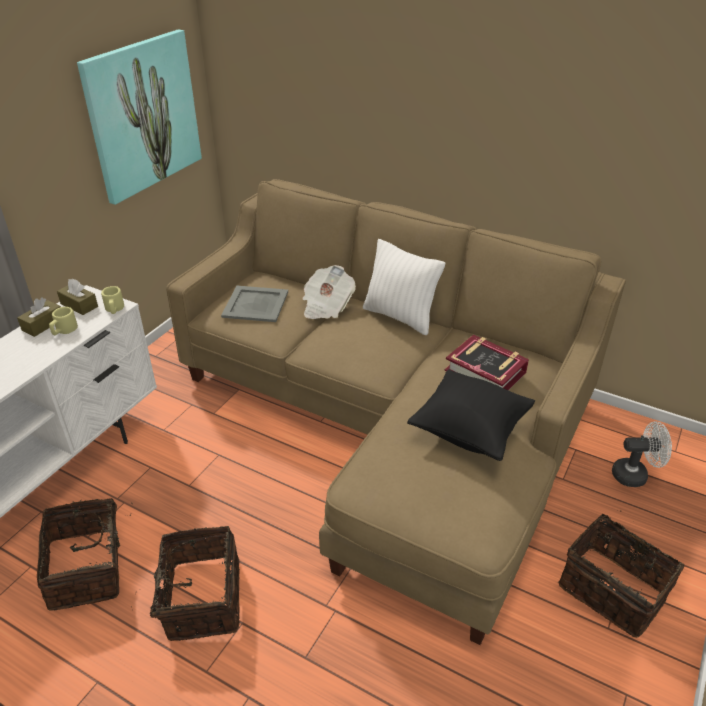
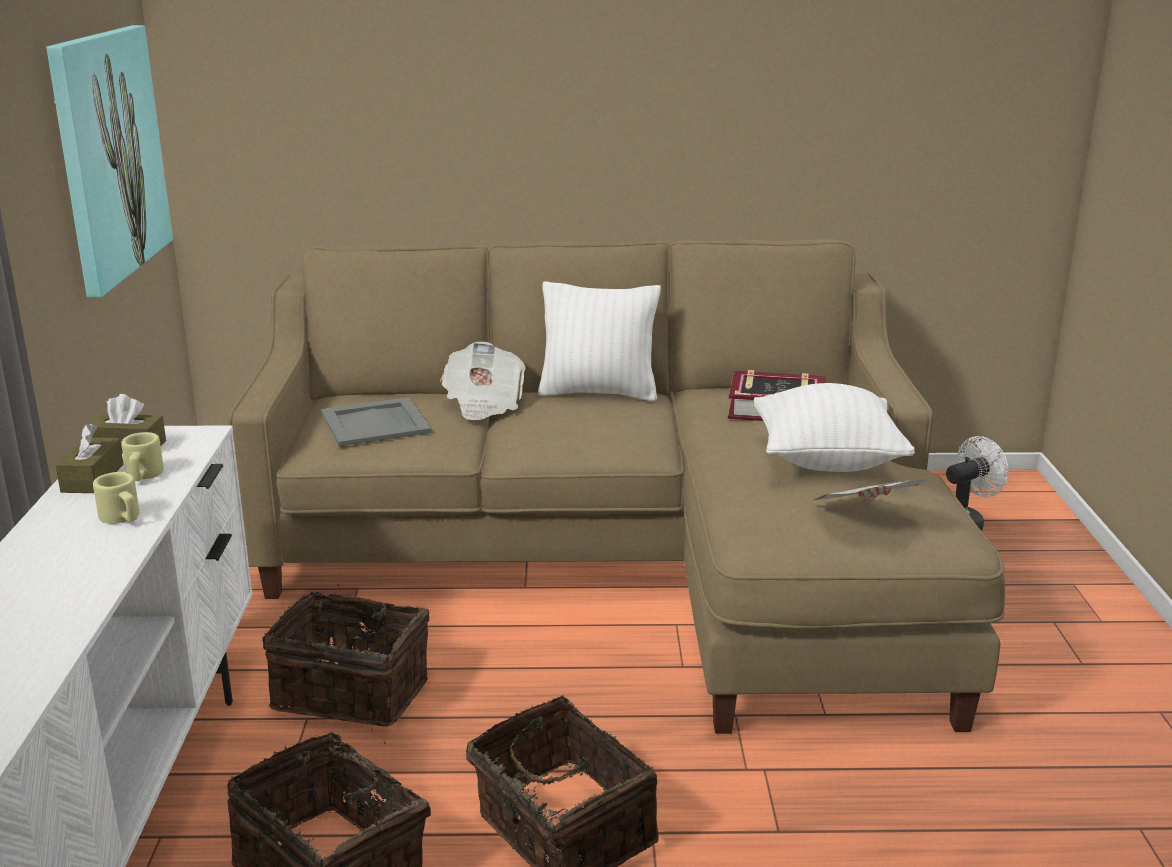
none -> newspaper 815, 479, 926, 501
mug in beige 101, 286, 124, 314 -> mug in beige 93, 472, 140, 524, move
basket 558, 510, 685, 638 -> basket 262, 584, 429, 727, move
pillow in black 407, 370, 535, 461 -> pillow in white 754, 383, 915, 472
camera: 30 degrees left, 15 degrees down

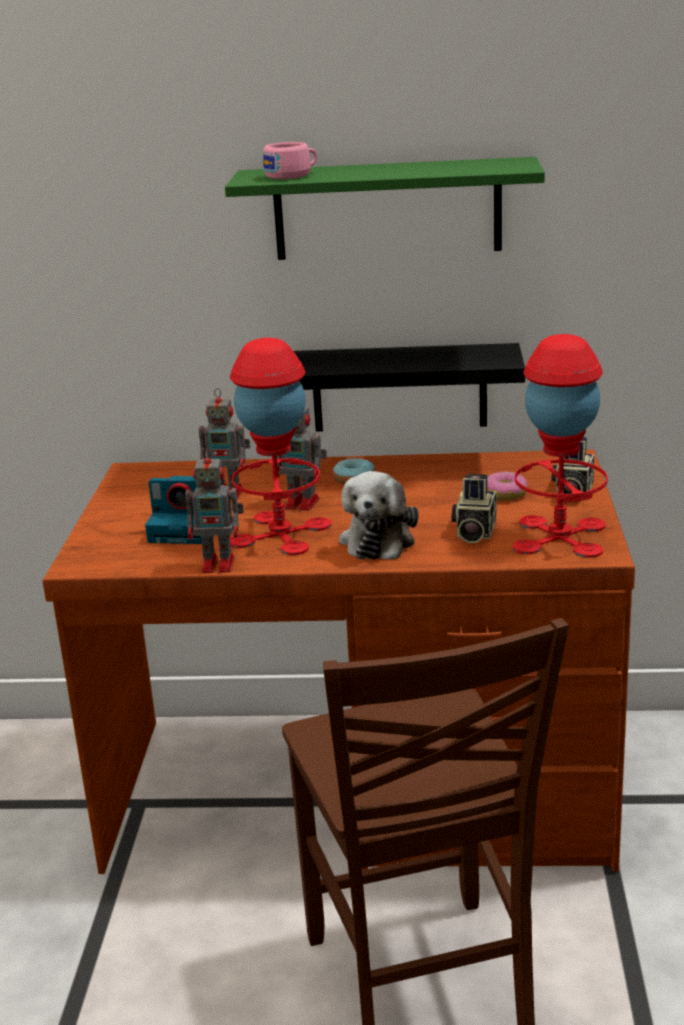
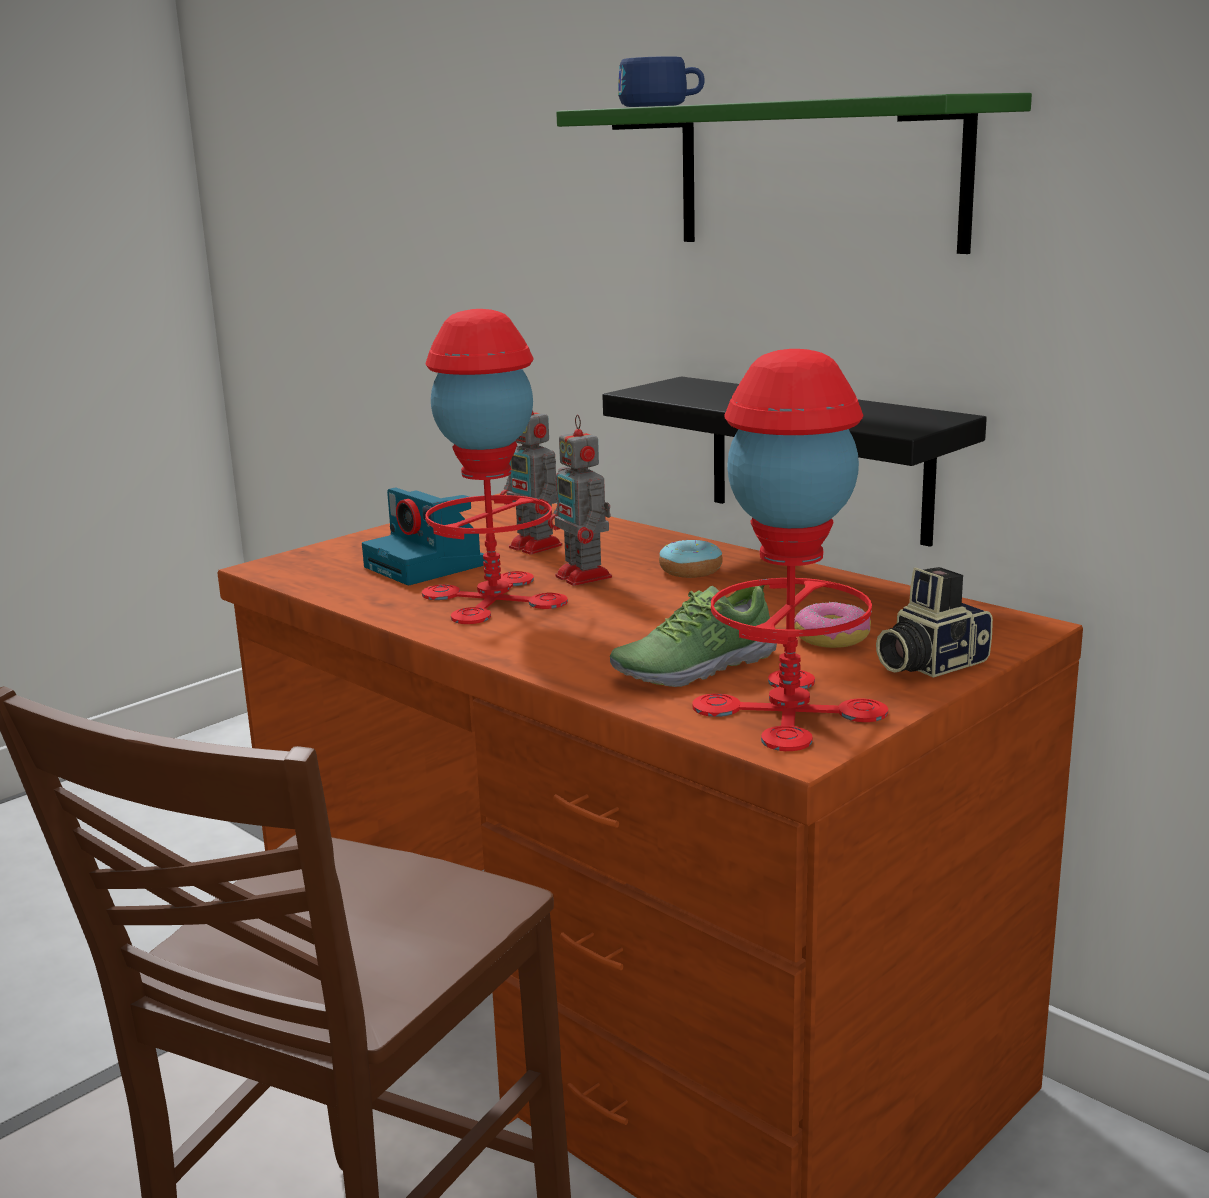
toy robot 185, 447, 244, 573 -> none
plush toy 339, 471, 419, 560 -> none
photo camera 451, 474, 496, 543 -> shoe 610, 585, 777, 687
cup in pink 263, 142, 317, 179 -> cup in blue 618, 56, 704, 107
camera: 40 degrees right, 5 degrees down

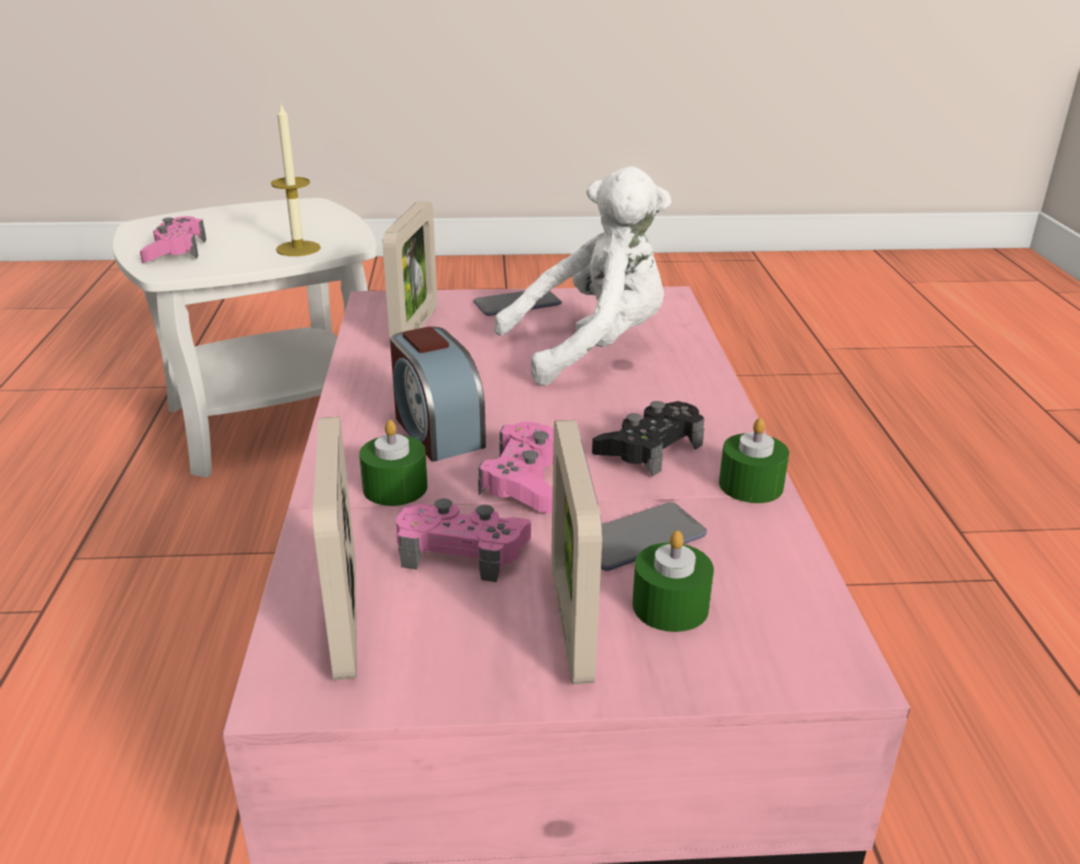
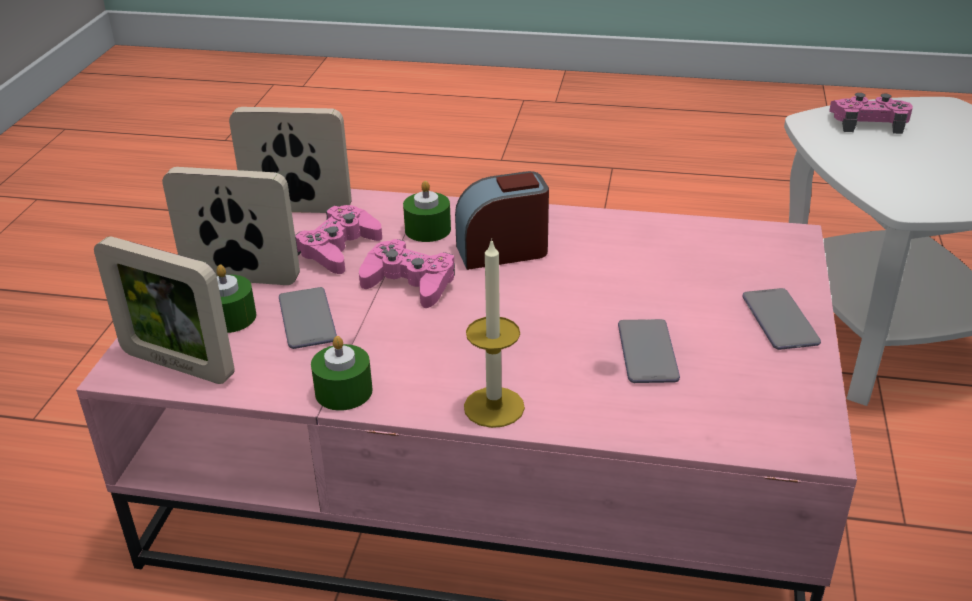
game controller in black 592, 401, 704, 477 -> none
candle 271, 104, 321, 256 -> candle 464, 238, 525, 428, move
picture frame 383, 201, 437, 338 -> picture frame 94, 236, 235, 384, move
plush toy in white 494, 166, 672, 386 -> phone 618, 319, 680, 383
camera: 105 degrees right, 5 degrees up

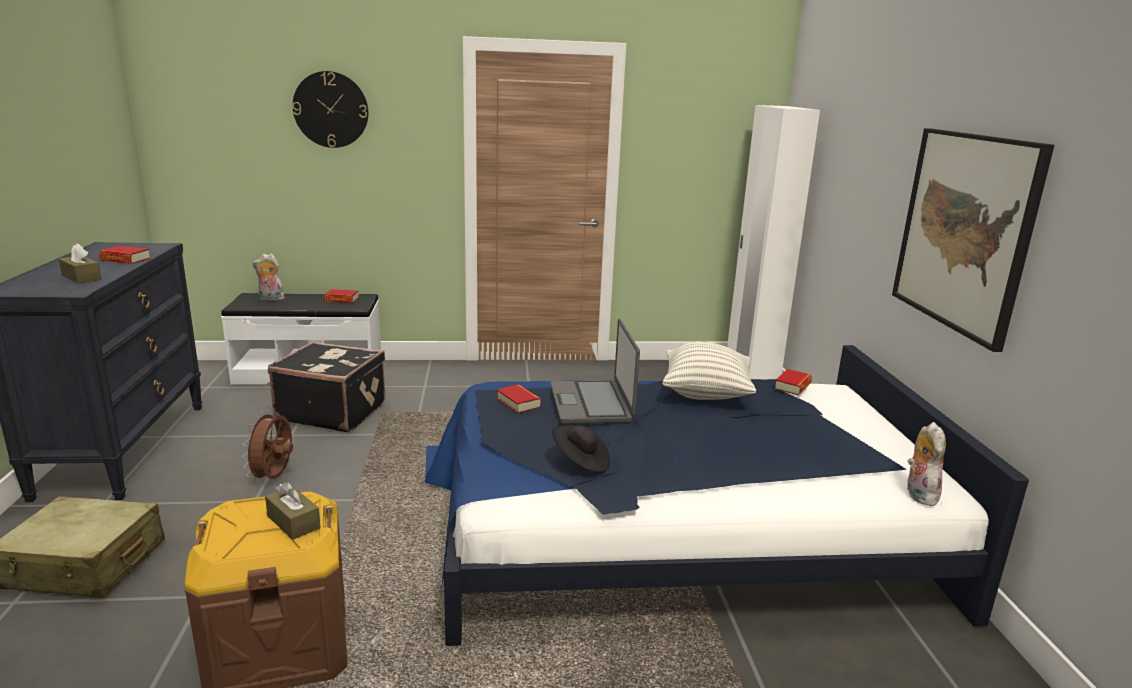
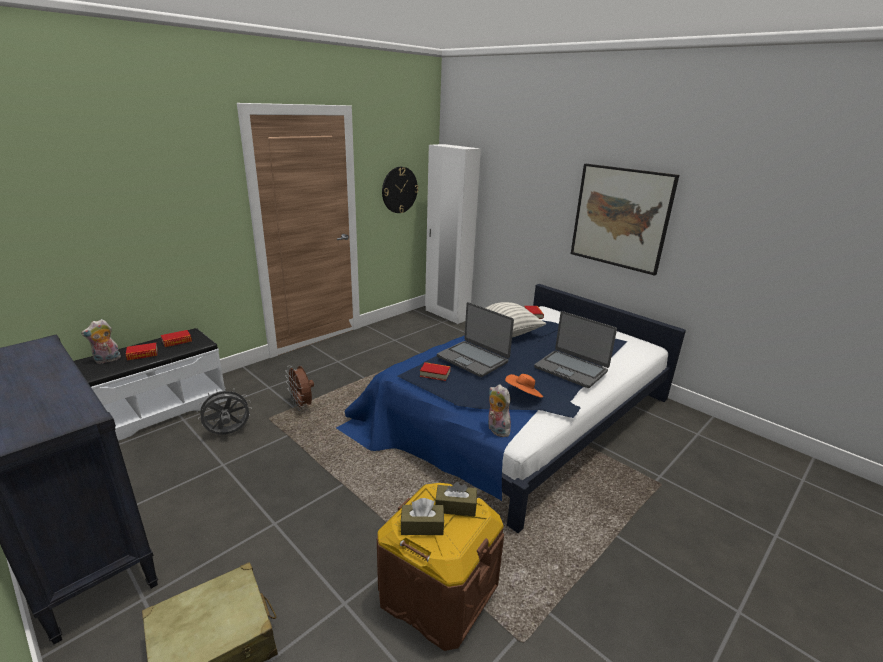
none -> laptop 534, 311, 617, 388
tissue box in brown 59, 244, 101, 284 -> tissue box in brown 401, 498, 444, 535, move
book 99, 246, 151, 264 -> book 126, 343, 158, 360, move
fan in brown 242, 410, 293, 483 -> fan in brown 286, 365, 314, 411, move
wall clock 293, 71, 368, 148 -> wall clock 382, 167, 418, 213, move
plush toy 907, 422, 946, 506 -> plush toy 488, 384, 511, 437, move
suitcase in black 268, 341, 385, 432 -> fan in grey 197, 388, 252, 435
hat in black 552, 425, 610, 473 -> hat in orange 505, 374, 543, 398
camera: 40 degrees left, 5 degrees up

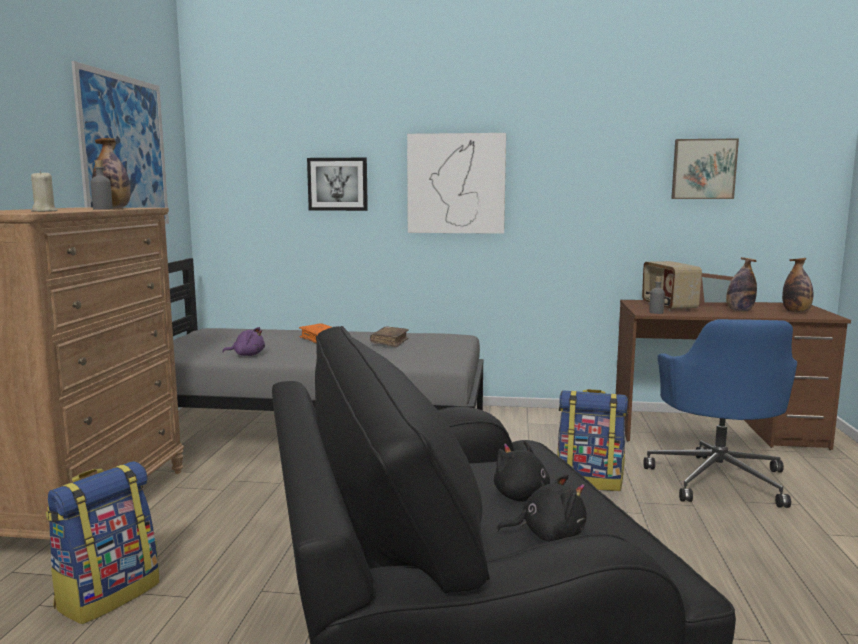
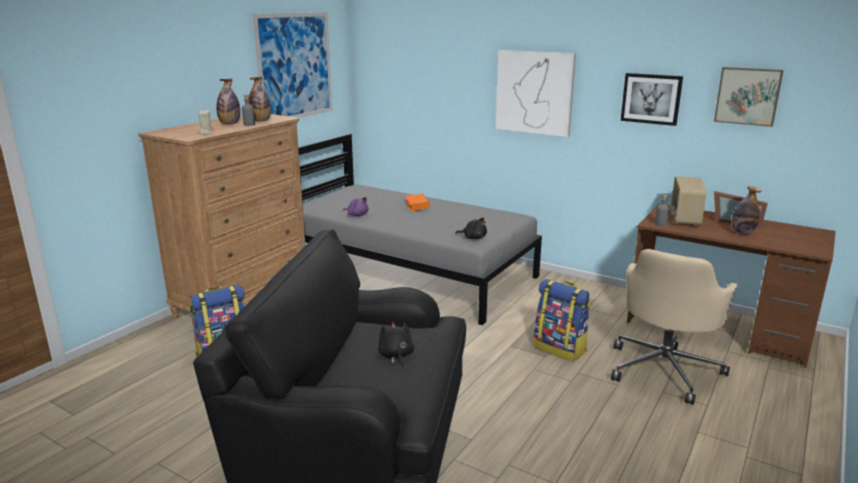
book in brown 370, 327, 409, 347 -> none
picture 307, 158, 368, 211 -> picture 621, 73, 683, 126, move
plush toy in black 496, 474, 587, 542 -> plush toy in black 455, 217, 487, 239, move
bottle 782, 258, 813, 312 -> bottle 216, 79, 240, 124, move
office chair in blue 644, 319, 797, 508 -> office chair in beige 611, 249, 738, 405
camera: 25 degrees right, 10 degrees up

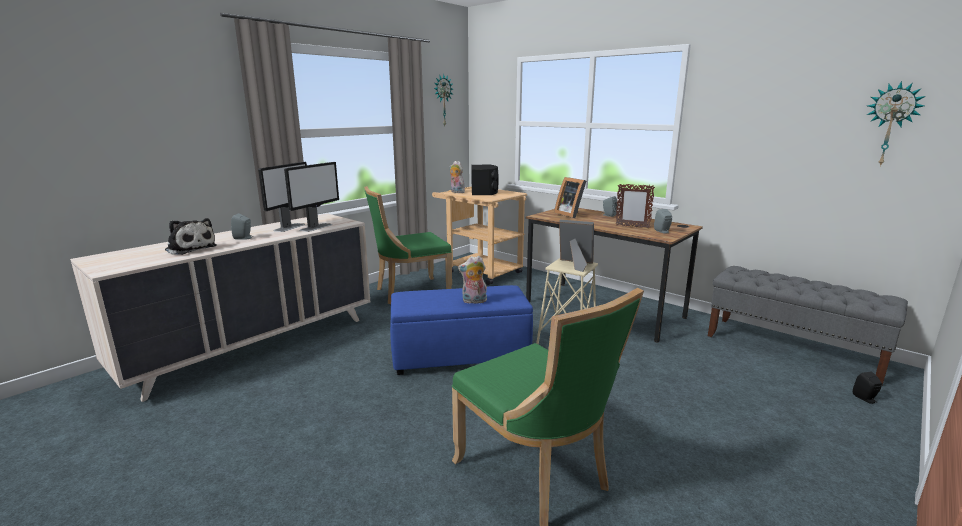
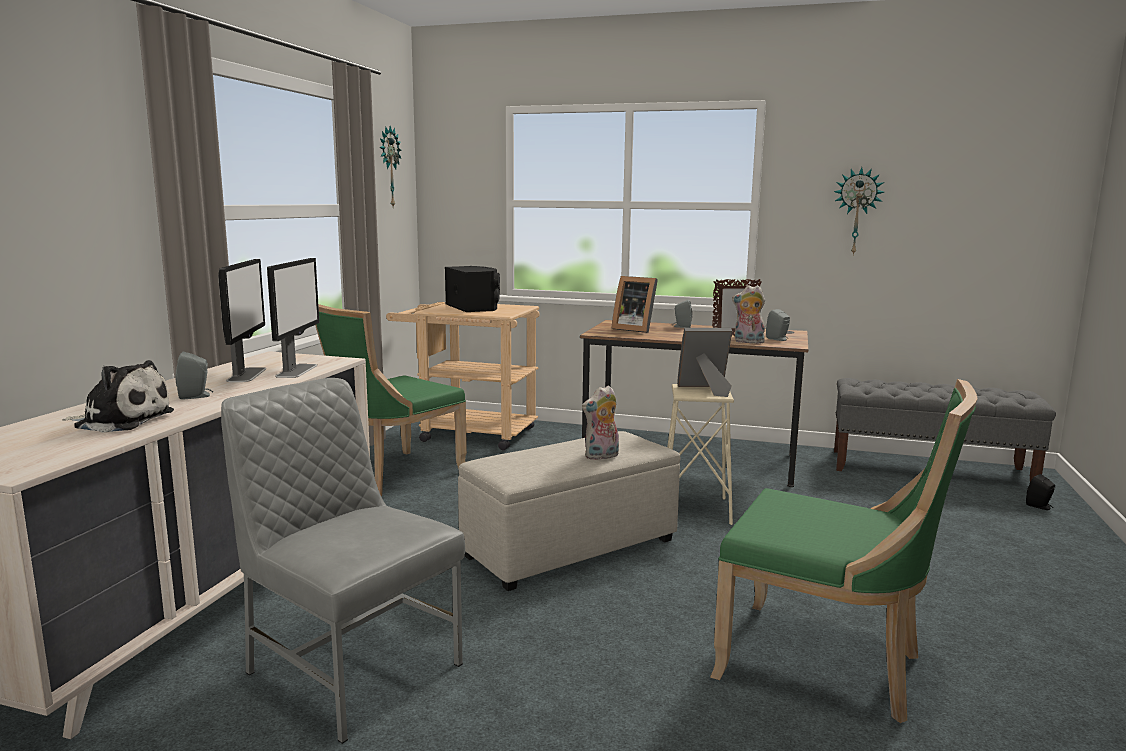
none -> chair in grey 221, 378, 465, 744
plush toy 449, 161, 465, 193 -> plush toy 732, 285, 767, 344, move
wall clock 867, 81, 926, 166 -> wall clock 834, 167, 884, 256, move
ottoman in blue 390, 285, 533, 375 -> ottoman in beige 458, 431, 680, 591
camera: 25 degrees left, 5 degrees down

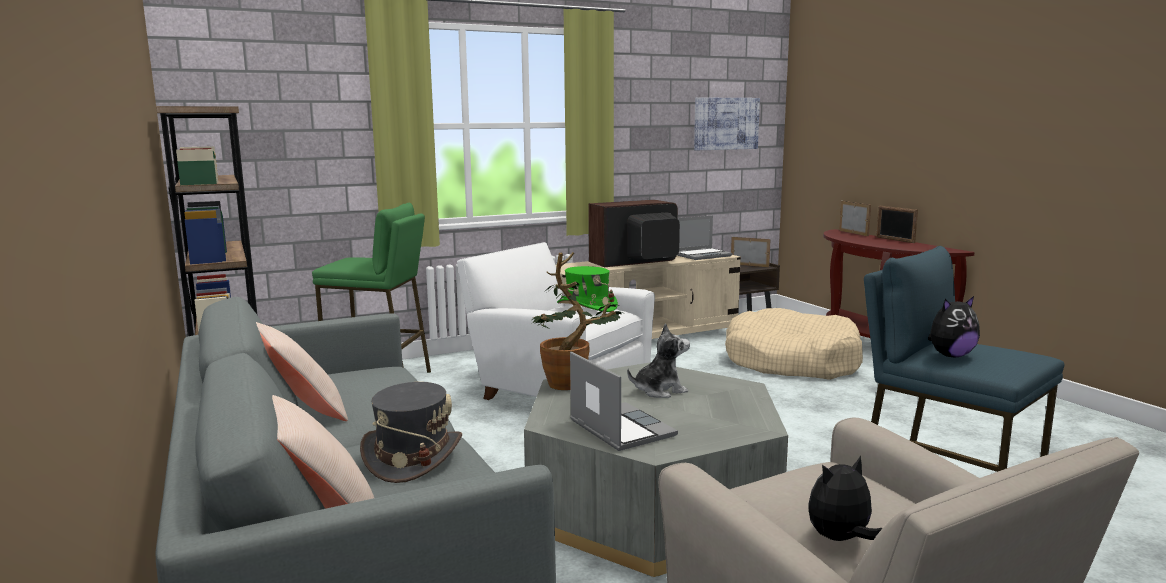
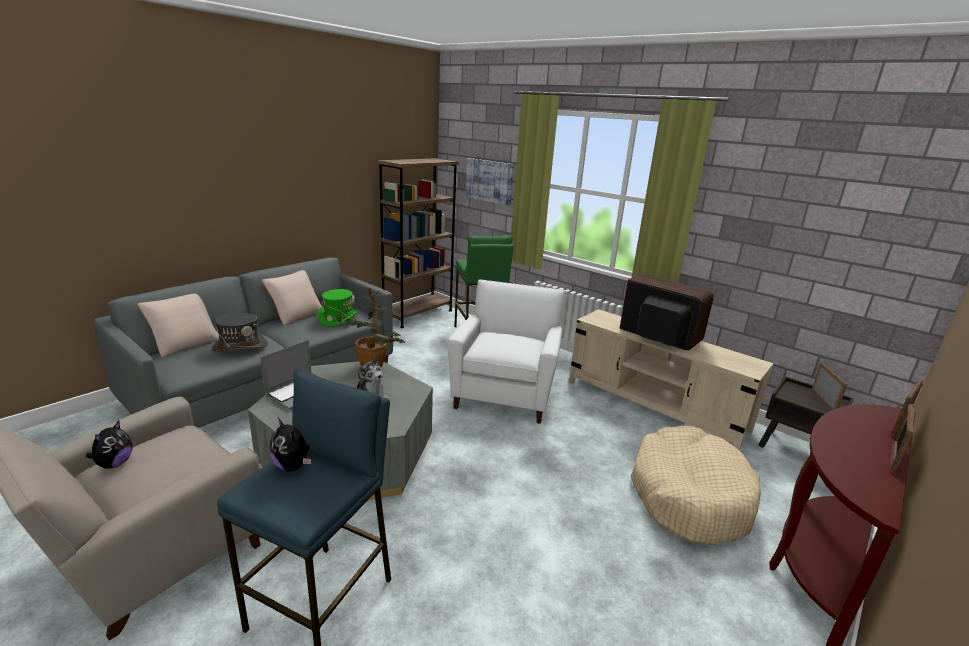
laptop 677, 215, 733, 260 -> none
hat in green 557, 266, 618, 312 -> hat in green 317, 289, 359, 327, move
picture 694, 97, 760, 150 -> picture 465, 158, 514, 206, move
plush toy 808, 456, 882, 541 -> plush toy 86, 421, 132, 469, 60 degrees clockwise
camera: 65 degrees right, 10 degrees up

